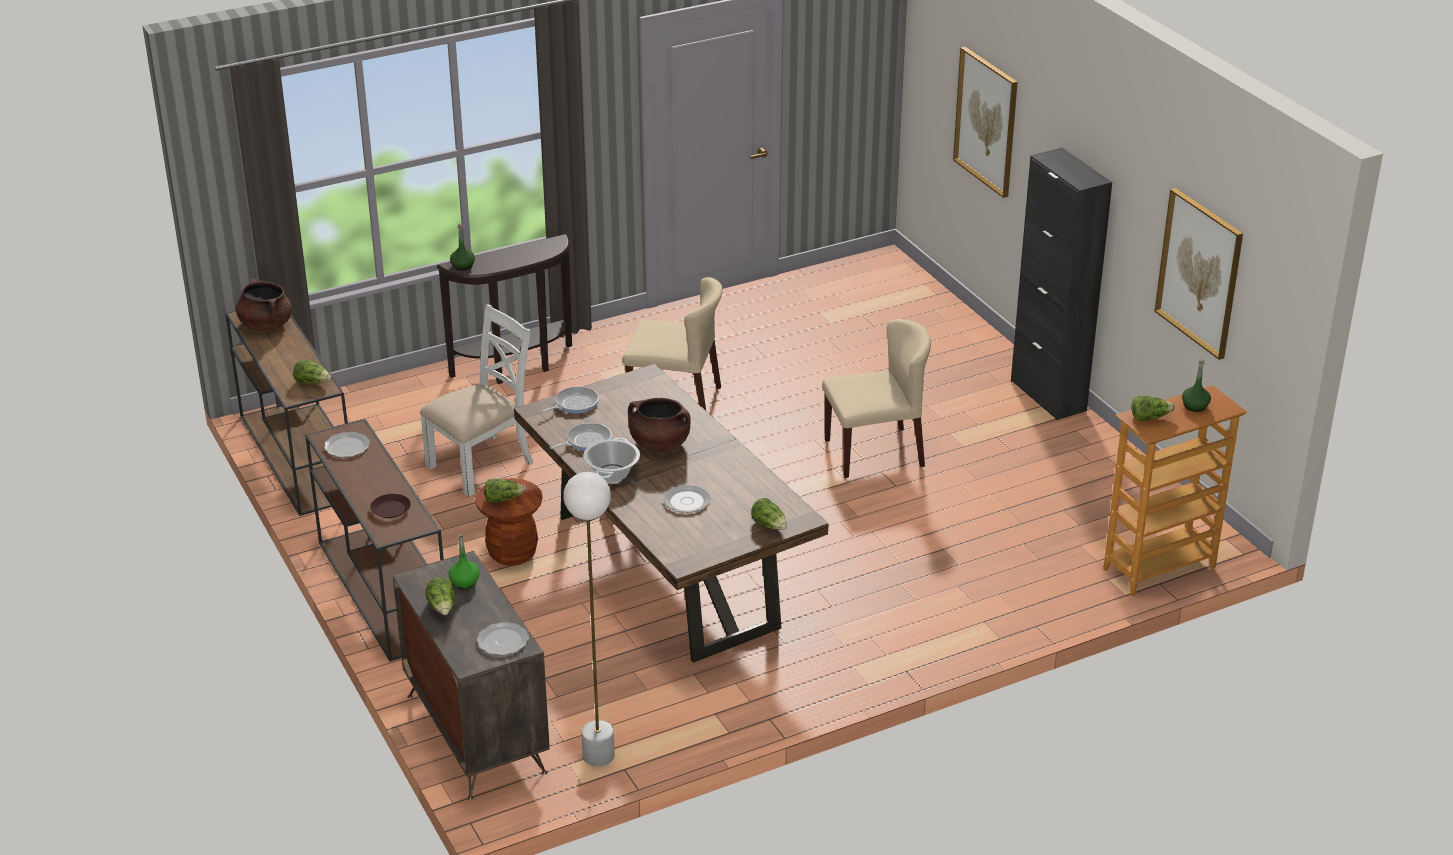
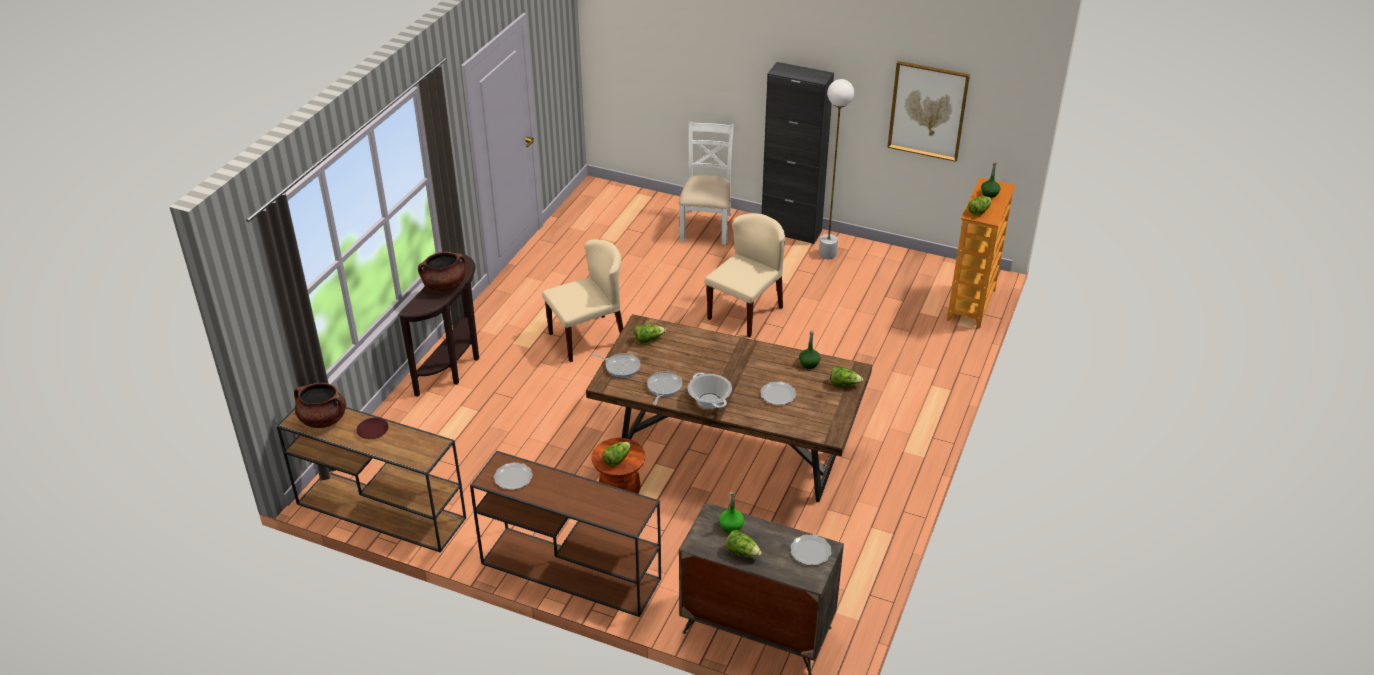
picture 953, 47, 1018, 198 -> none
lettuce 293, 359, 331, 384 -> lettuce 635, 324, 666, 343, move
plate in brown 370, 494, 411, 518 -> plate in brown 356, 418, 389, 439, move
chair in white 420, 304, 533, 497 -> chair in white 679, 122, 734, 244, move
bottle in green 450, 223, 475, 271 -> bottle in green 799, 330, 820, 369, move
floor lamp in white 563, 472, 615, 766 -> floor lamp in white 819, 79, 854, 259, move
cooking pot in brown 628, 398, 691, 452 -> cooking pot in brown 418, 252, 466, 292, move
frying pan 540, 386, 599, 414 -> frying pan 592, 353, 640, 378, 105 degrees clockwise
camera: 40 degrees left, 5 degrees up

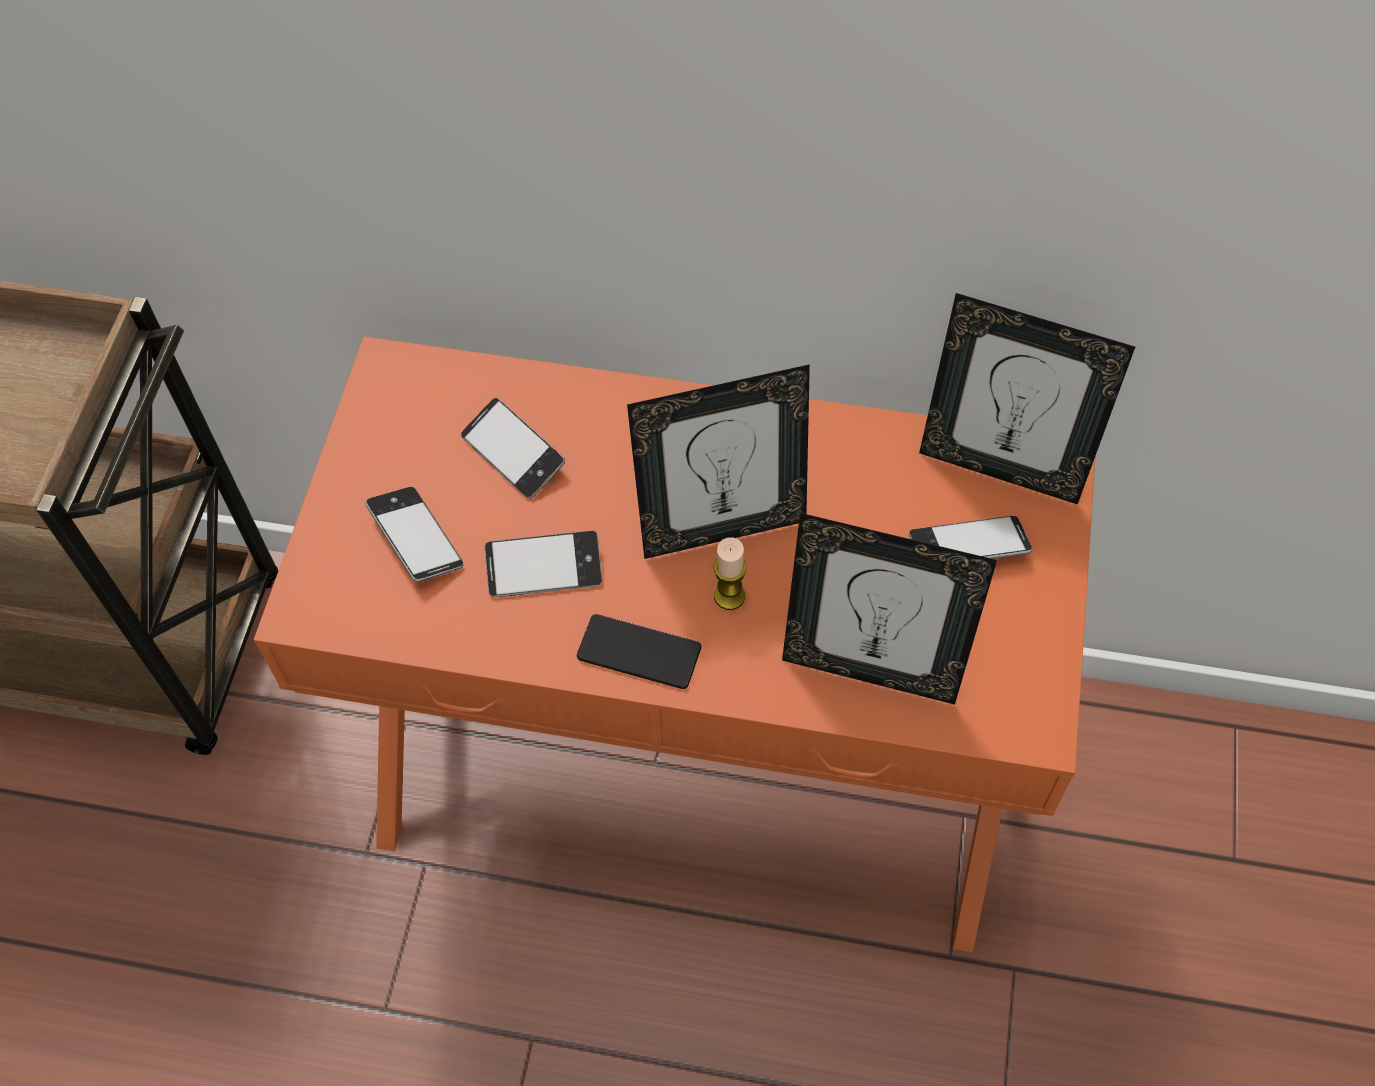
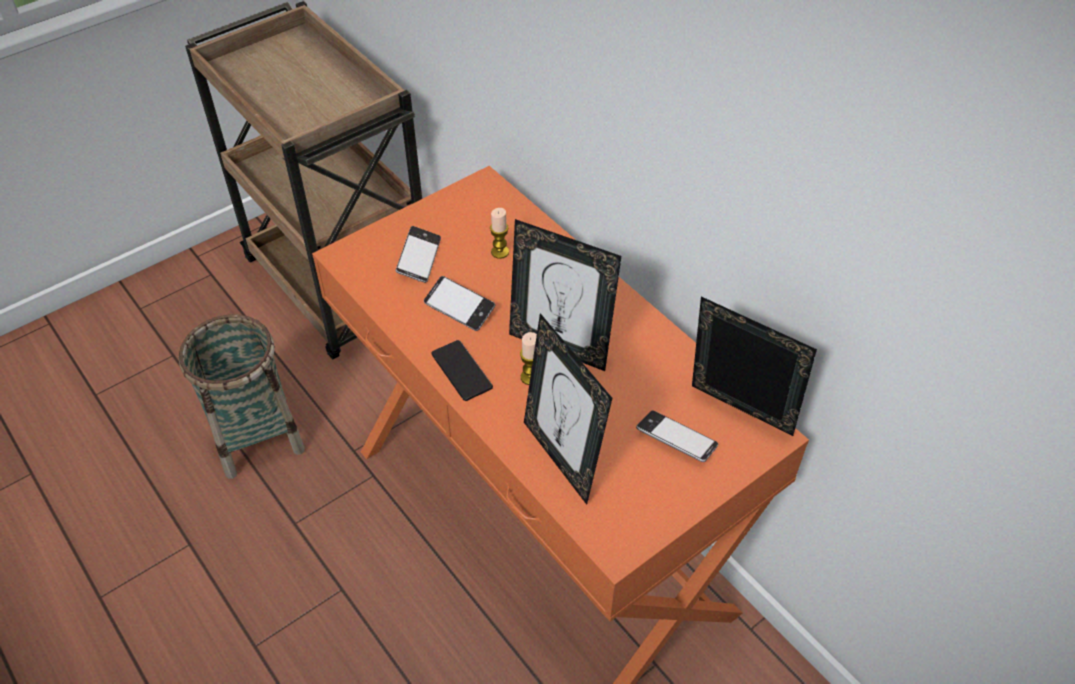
none -> basket 179, 314, 305, 479
phone 461, 398, 565, 499 -> candle 490, 208, 509, 259
picture frame 919, 293, 1135, 505 -> picture frame 692, 296, 817, 436, 150 degrees clockwise
camera: 40 degrees right, 10 degrees down

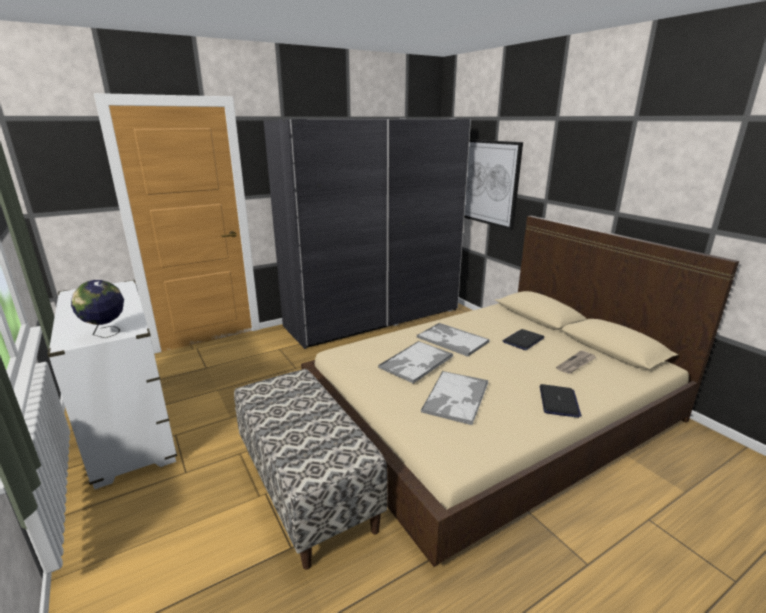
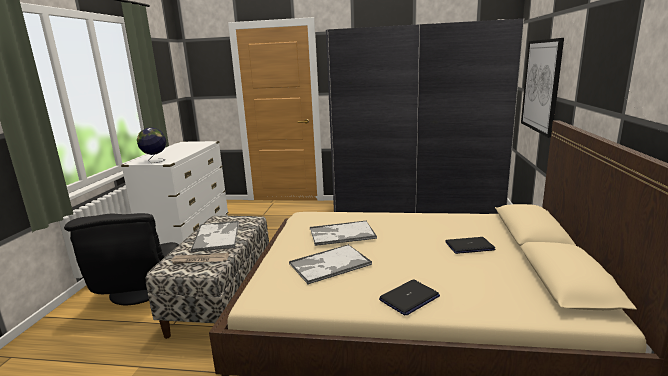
none -> armchair in black 64, 213, 179, 305
tray 417, 323, 490, 357 -> tray 190, 221, 239, 253, move
newspaper 556, 350, 597, 374 -> newspaper 171, 253, 229, 264, move
camera: 40 degrees right, 5 degrees down

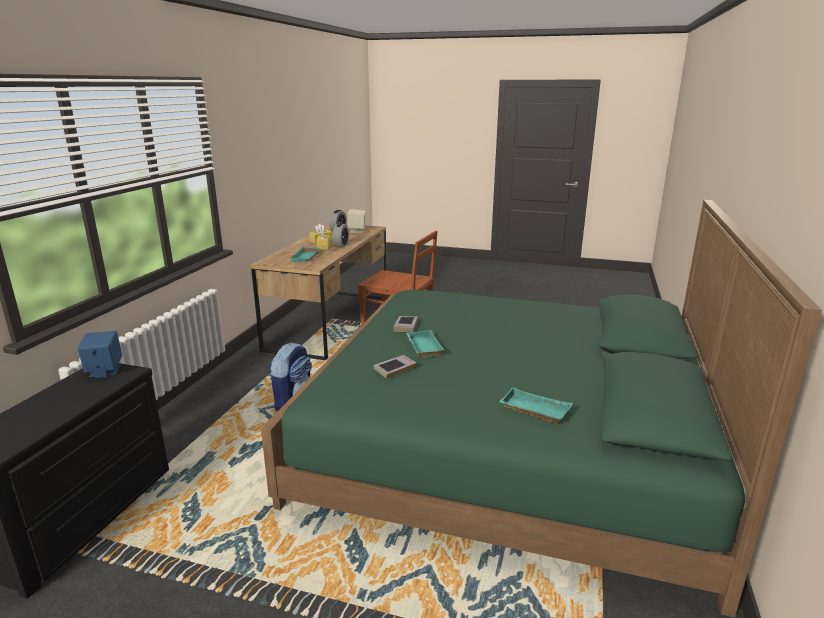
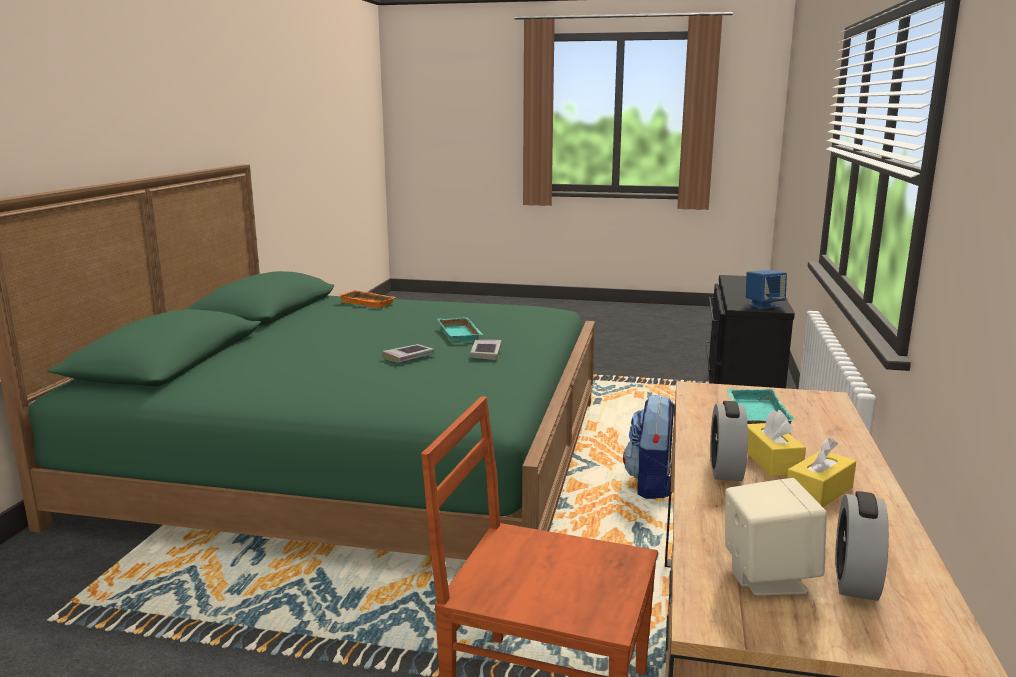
book 374, 355, 417, 379 -> book 382, 344, 434, 363, move
tray in turquoise 499, 387, 573, 424 -> tray in orange 338, 290, 396, 308
camera: 175 degrees right, 5 degrees down

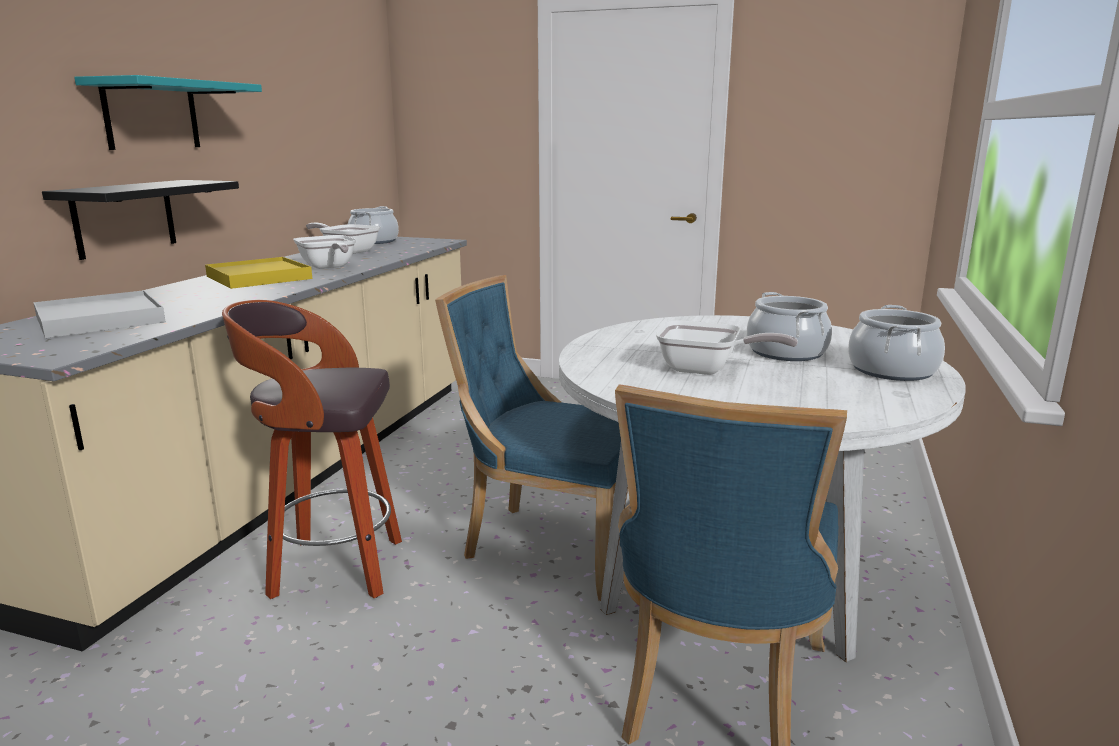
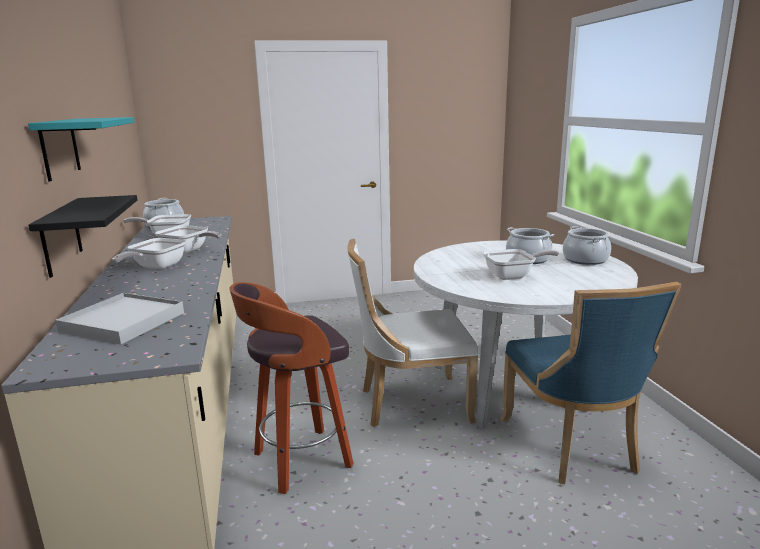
tray in yellow 205, 257, 312, 289 -> frying pan 112, 238, 186, 269
chair in blue 435, 275, 621, 601 -> chair in white 347, 239, 478, 427
camera: 30 degrees left, 0 degrees up

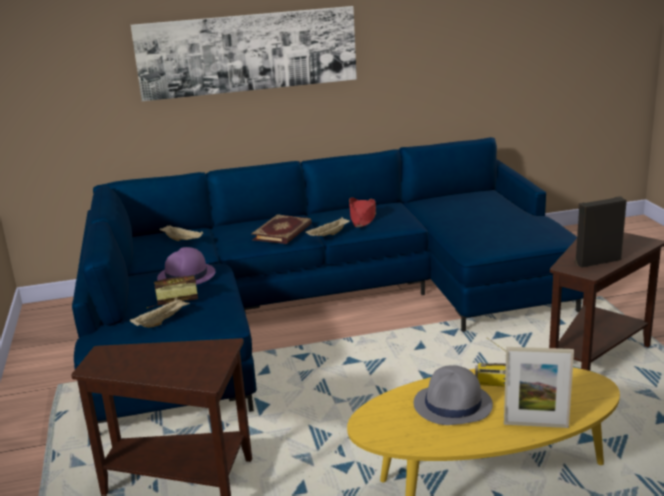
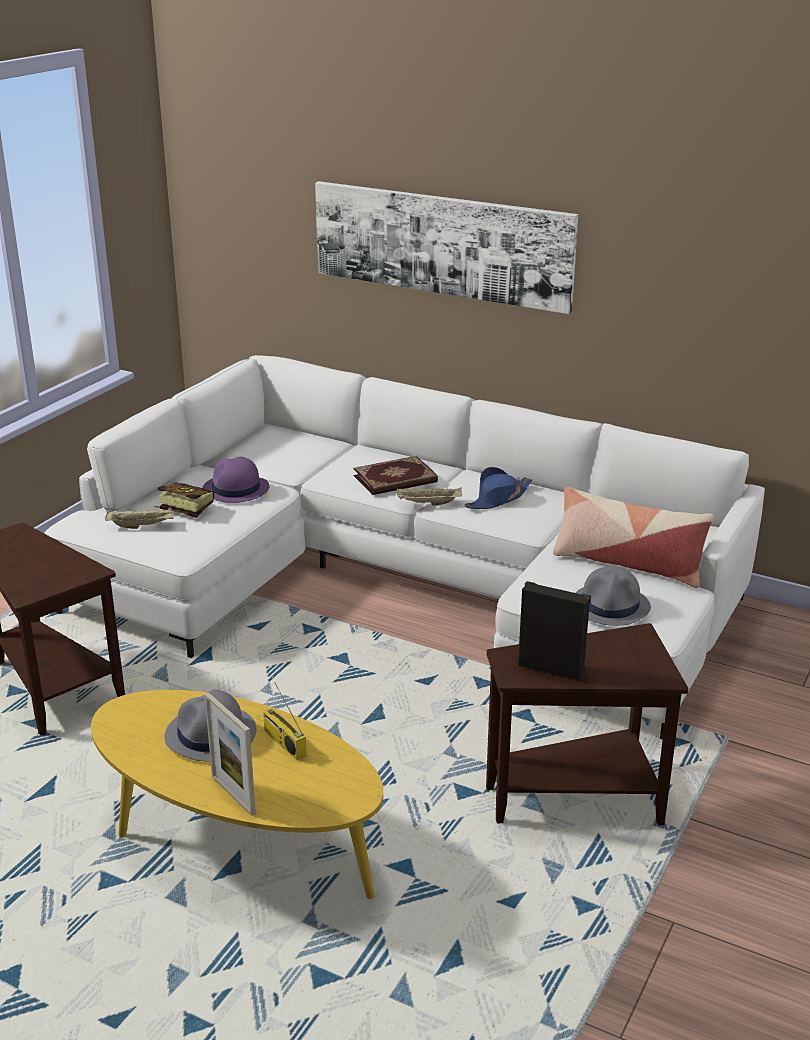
tray in beige 160, 225, 203, 241 -> none
none -> pillow 553, 487, 714, 588
none -> hat in grey 576, 566, 651, 626
sofa in blue 72, 137, 584, 423 -> sofa in white 44, 355, 765, 740
hat in red 349, 197, 376, 227 -> hat in blue 465, 467, 532, 509
camera: 40 degrees right, 5 degrees up

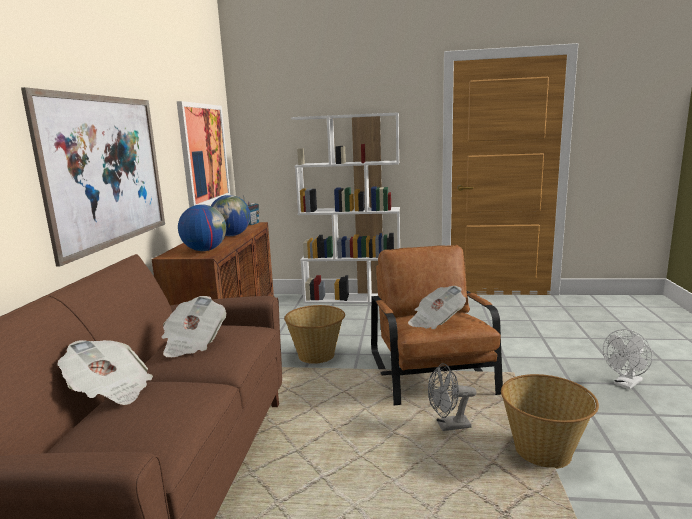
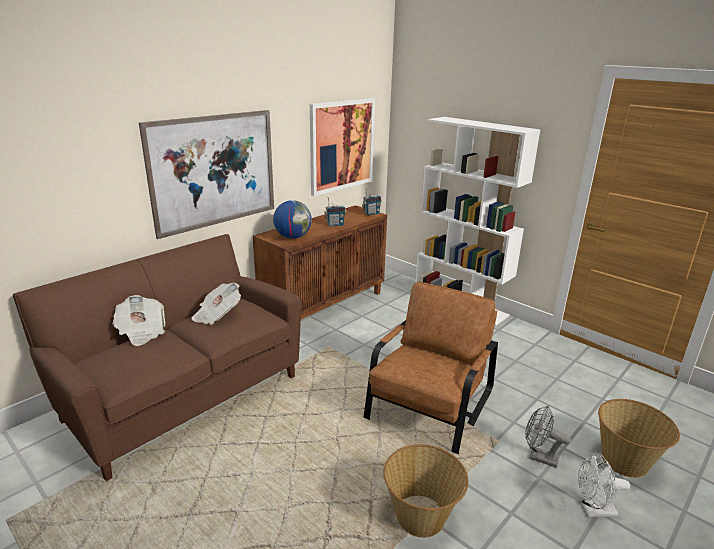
newspaper 408, 286, 466, 329 -> none
basket 284, 305, 345, 364 -> basket 598, 399, 680, 478, move
fan in grey 428, 363, 476, 431 -> fan in grey 525, 406, 571, 468, move
globe 211, 195, 250, 236 -> radio 325, 197, 346, 227
camera: 35 degrees right, 10 degrees up

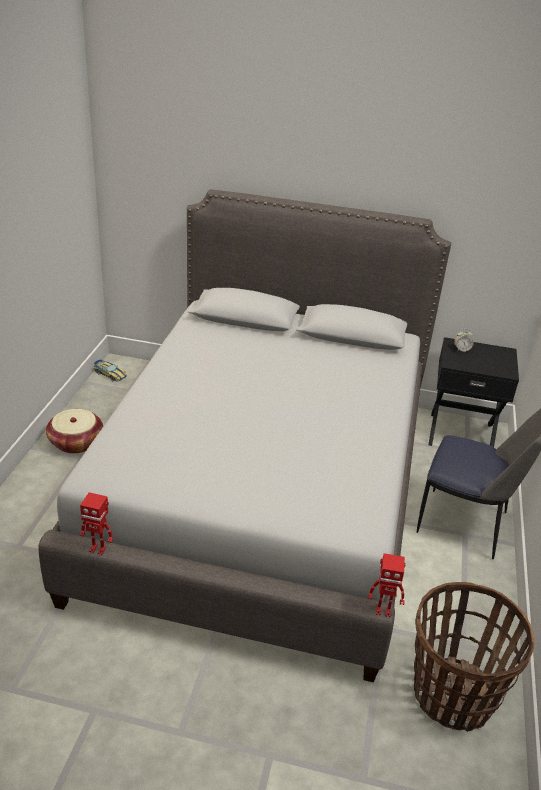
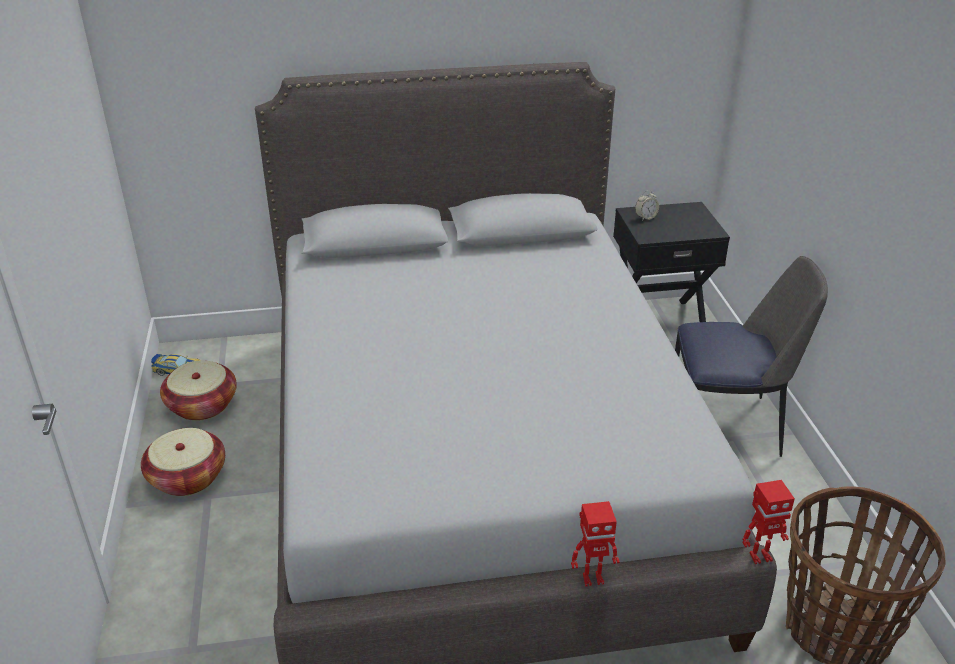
none -> basket 160, 360, 237, 421
toy robot 79, 492, 113, 555 -> toy robot 571, 501, 619, 586, move
camera: 20 degrees left, 0 degrees up

